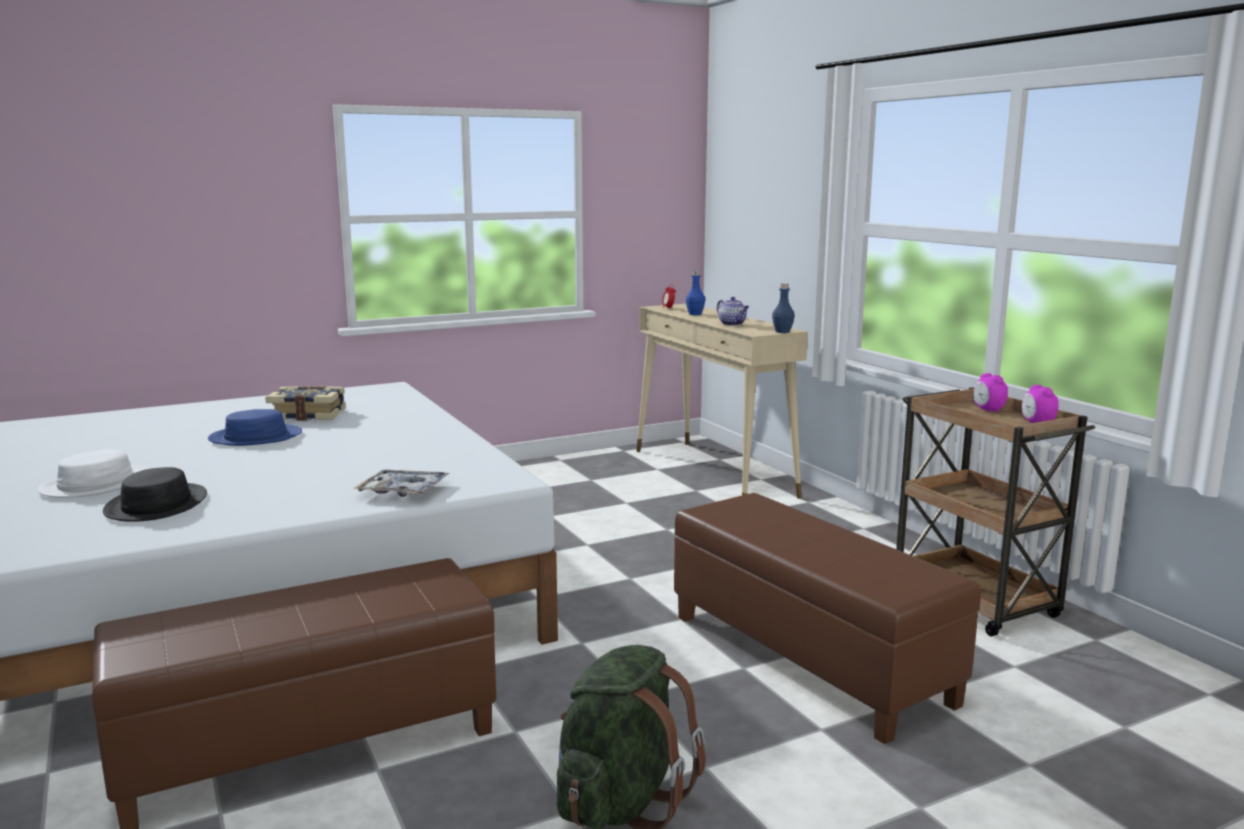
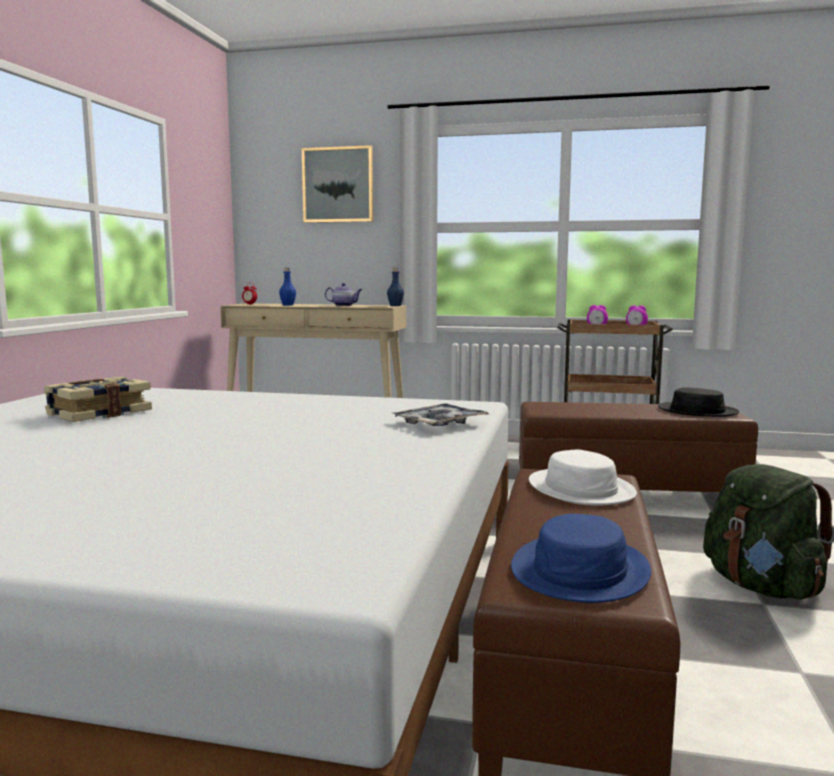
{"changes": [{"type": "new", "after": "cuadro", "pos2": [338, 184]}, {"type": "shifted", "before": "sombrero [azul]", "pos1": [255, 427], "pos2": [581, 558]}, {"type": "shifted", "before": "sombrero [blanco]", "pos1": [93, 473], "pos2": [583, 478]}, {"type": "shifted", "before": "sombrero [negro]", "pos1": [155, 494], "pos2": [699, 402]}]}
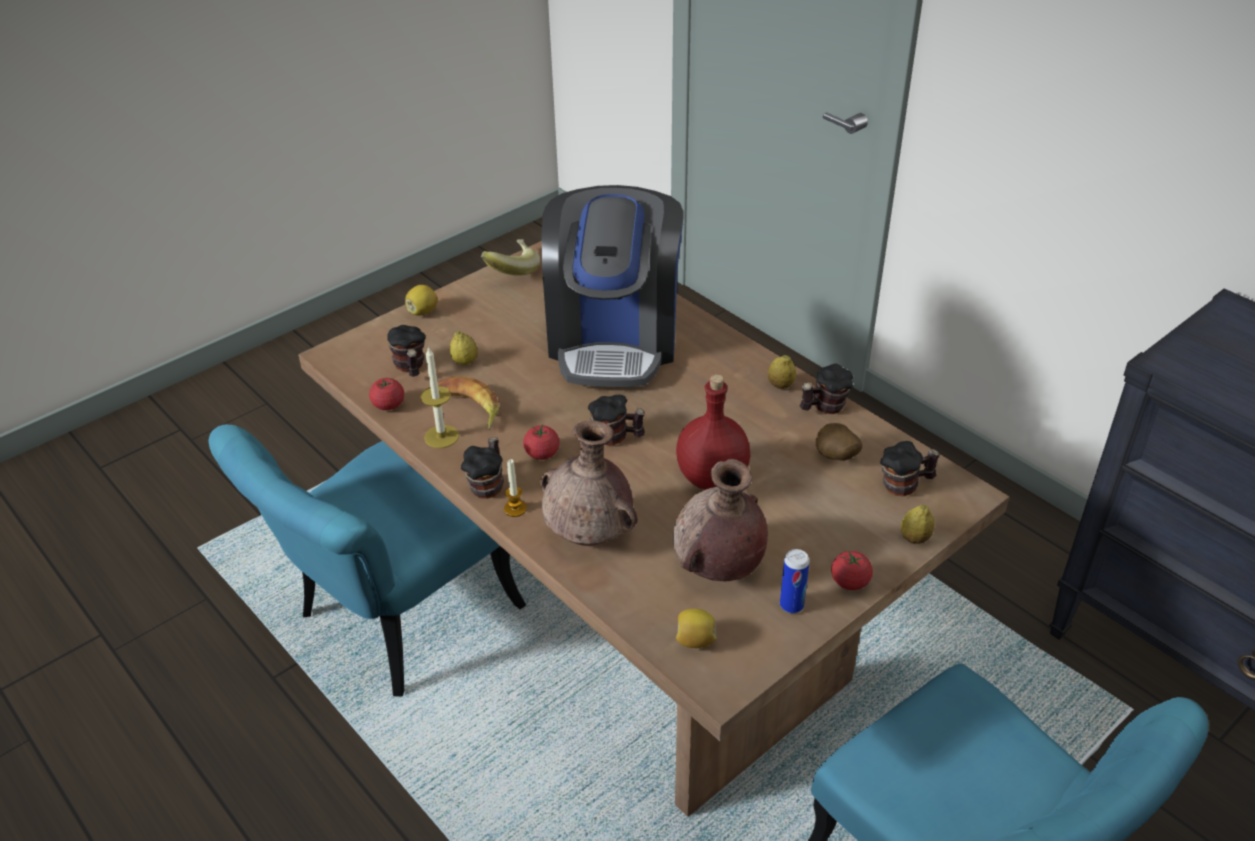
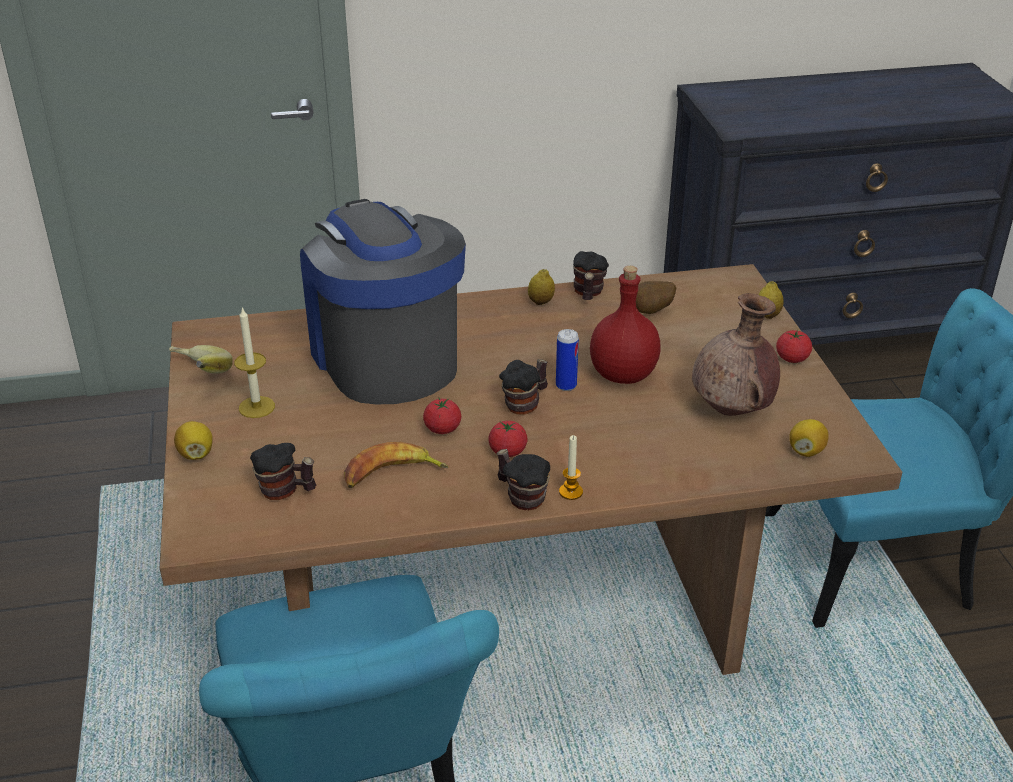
{"changes": [{"type": "shifted", "before": "vela", "pos1": [439, 397], "pos2": [254, 362]}, {"type": "rotated", "before": "cafetera", "pos1": [612, 286], "pos2": [383, 301], "turn": -150}, {"type": "shifted", "before": "tomate", "pos1": [386, 394], "pos2": [442, 416]}, {"type": "shifted", "before": "lata", "pos1": [795, 581], "pos2": [567, 360]}, {"type": "gone", "before": "limón", "pos1": [464, 348]}, {"type": "gone", "before": "florero [marrón]", "pos1": [589, 483]}, {"type": "gone", "before": "taza grande", "pos1": [910, 468]}]}
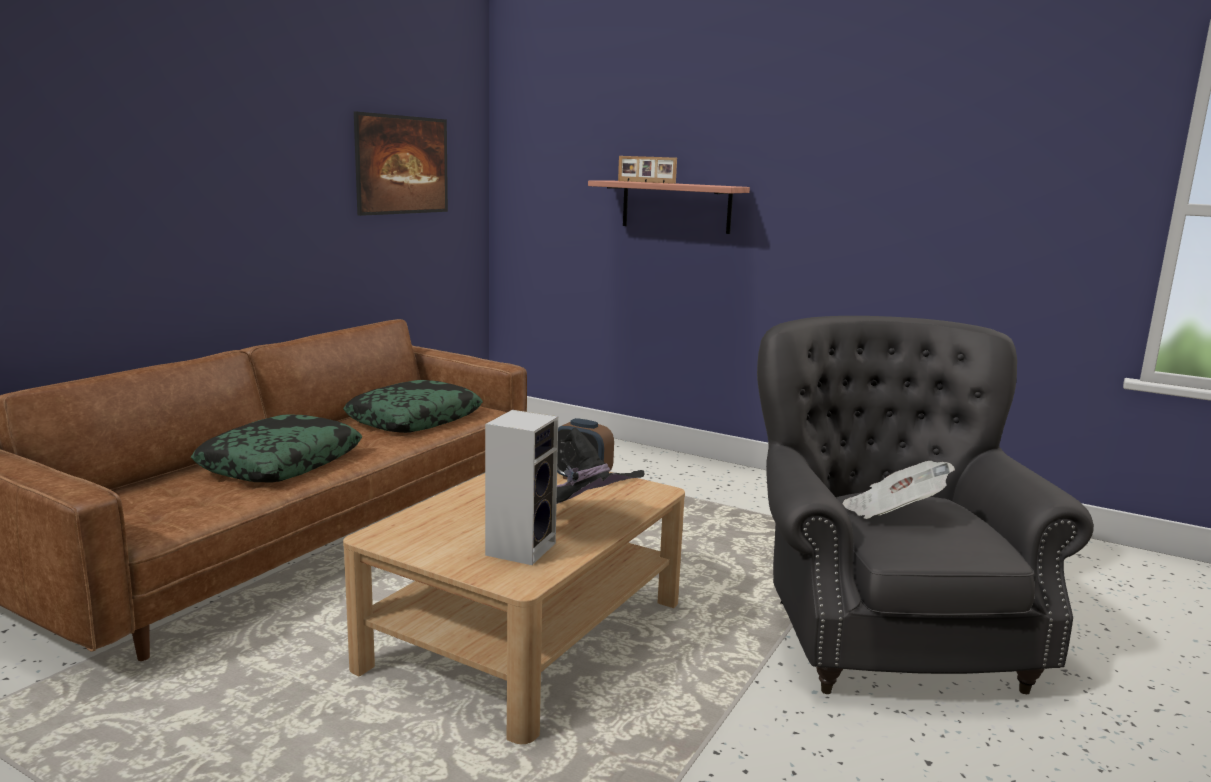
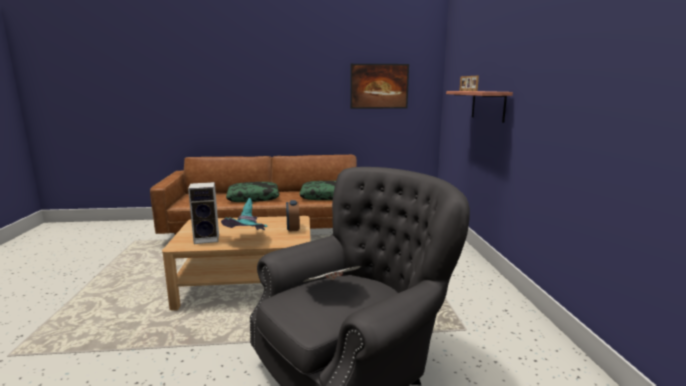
{"changes": [{"type": "repainted", "before": "sombrero [negro]", "after": "sombrero [turquesa]", "pos1": [600, 466], "pos2": [244, 214]}]}
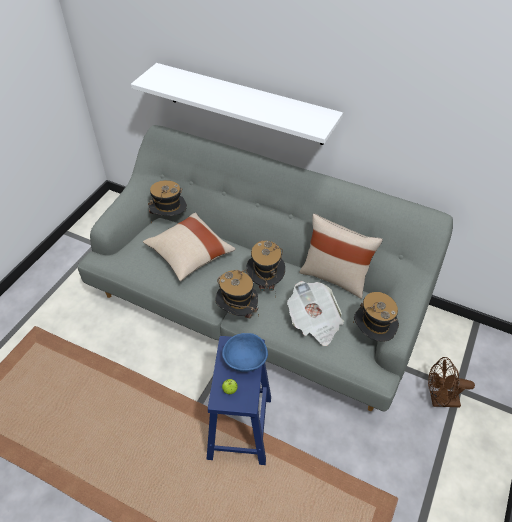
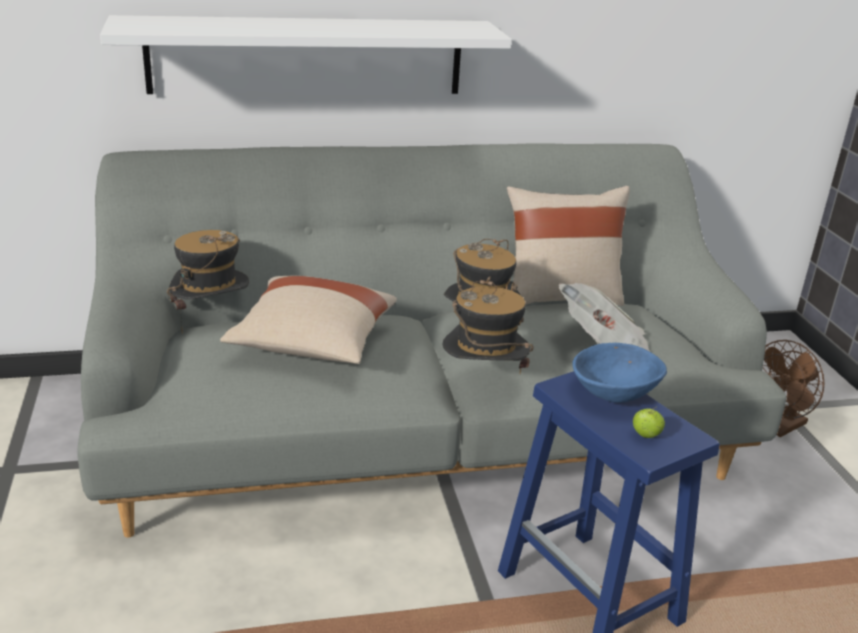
{"changes": [{"type": "gone", "before": "sombrero", "pos1": [376, 317]}]}
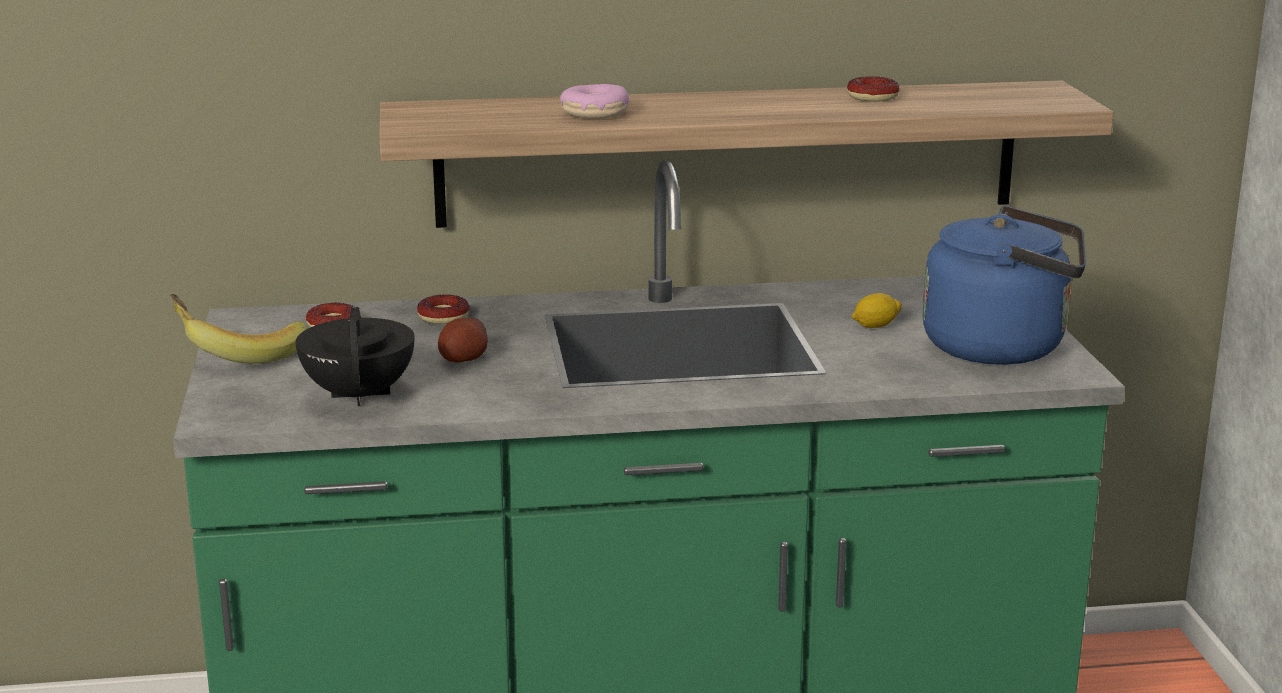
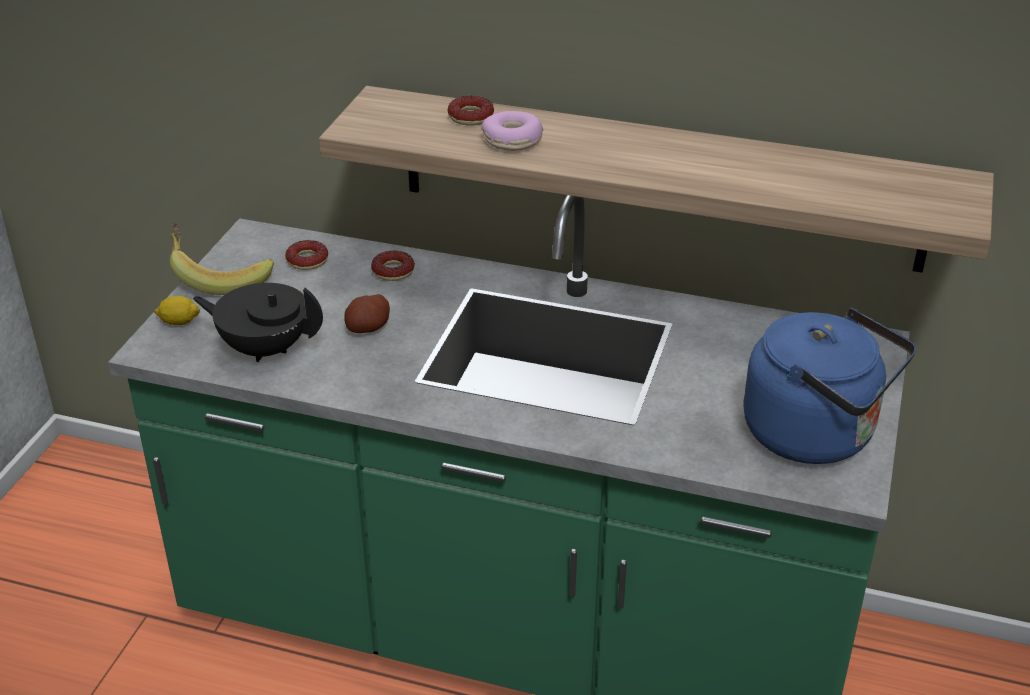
{"changes": [{"type": "shifted", "before": "limón", "pos1": [876, 310], "pos2": [177, 310]}, {"type": "rotated", "before": "tetera [negro]", "pos1": [355, 356], "pos2": [257, 322], "turn": -90}, {"type": "shifted", "before": "rosquilla", "pos1": [873, 88], "pos2": [471, 111]}]}
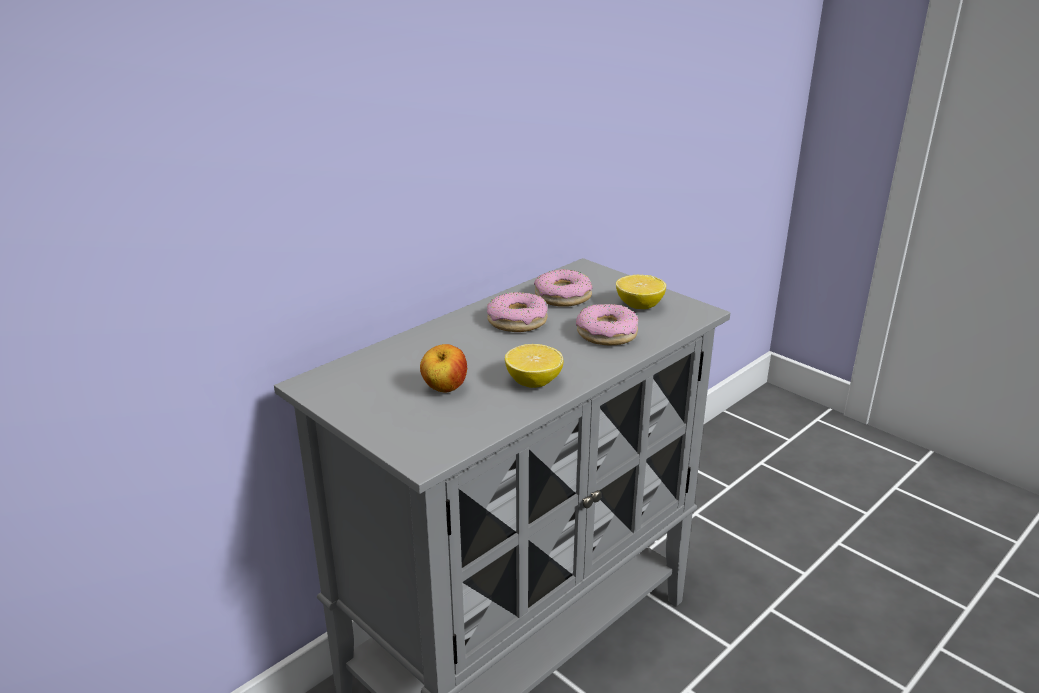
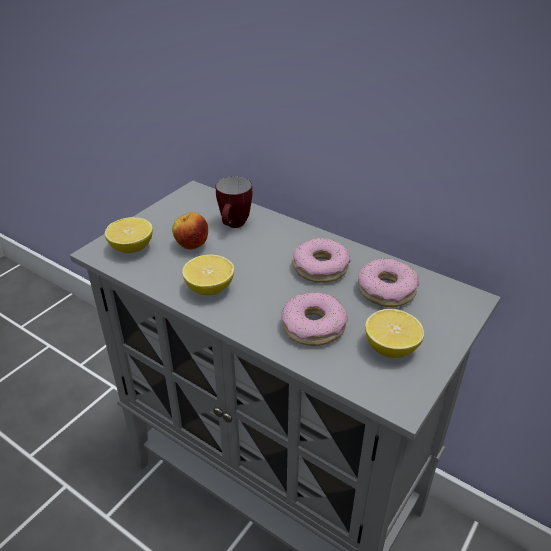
{"changes": [{"type": "new", "after": "limón", "pos2": [129, 235]}, {"type": "new", "after": "taza grande", "pos2": [234, 202]}]}
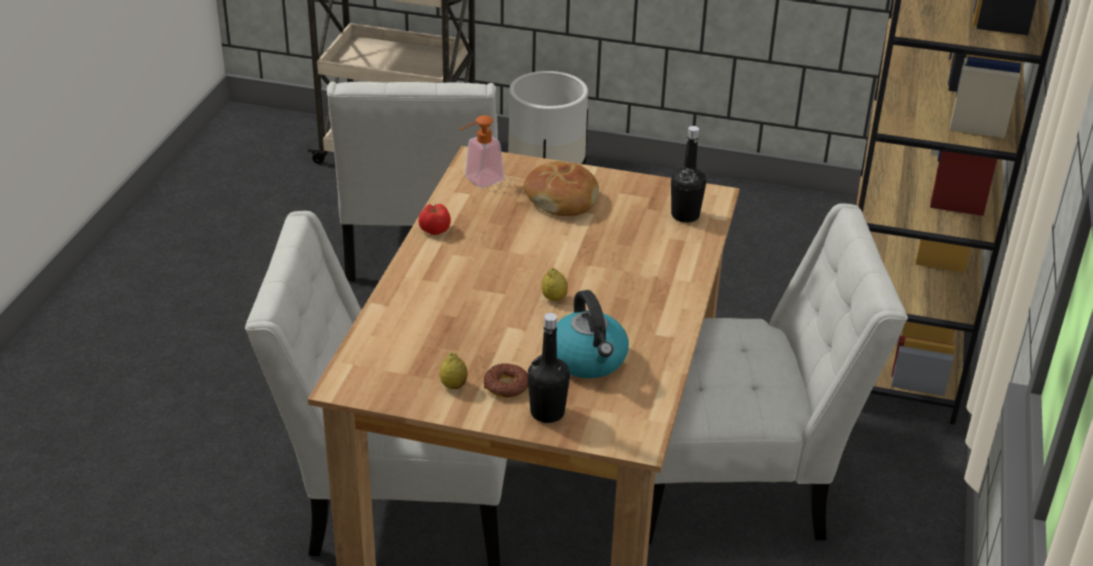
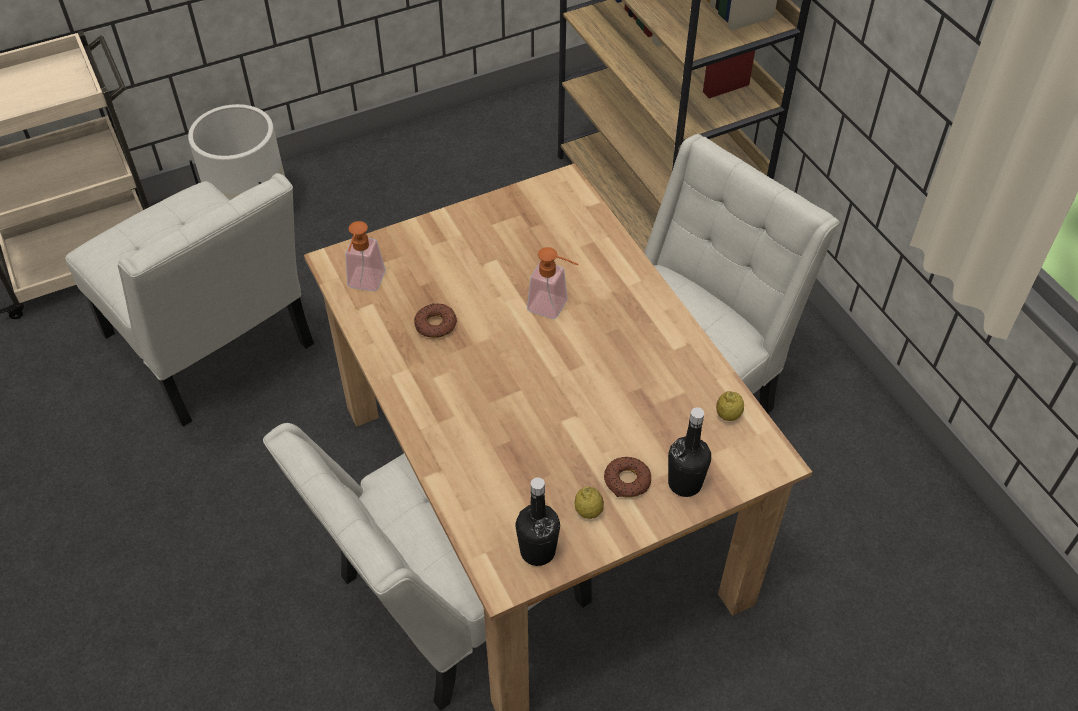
{"changes": [{"type": "new", "after": "rosquilla", "pos2": [435, 320]}, {"type": "shifted", "before": "botella [negro]", "pos1": [688, 174], "pos2": [538, 521]}, {"type": "new", "after": "dispensador de jabón", "pos2": [552, 283]}, {"type": "shifted", "before": "limón", "pos1": [555, 284], "pos2": [730, 406]}, {"type": "gone", "before": "tomate", "pos1": [434, 219]}, {"type": "gone", "before": "pan", "pos1": [561, 188]}, {"type": "gone", "before": "hervidor", "pos1": [592, 334]}]}
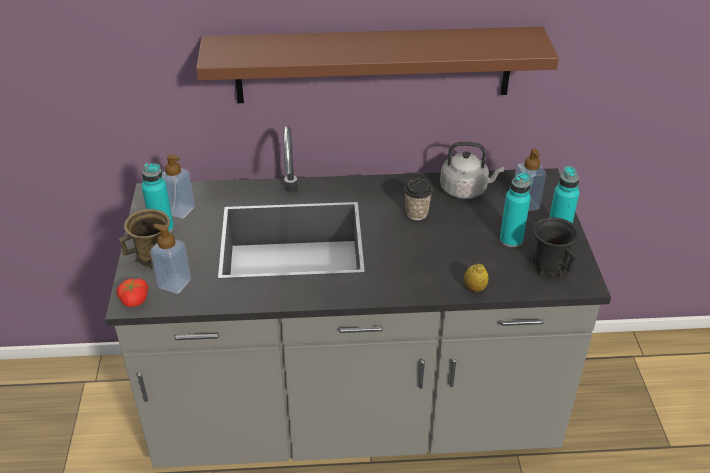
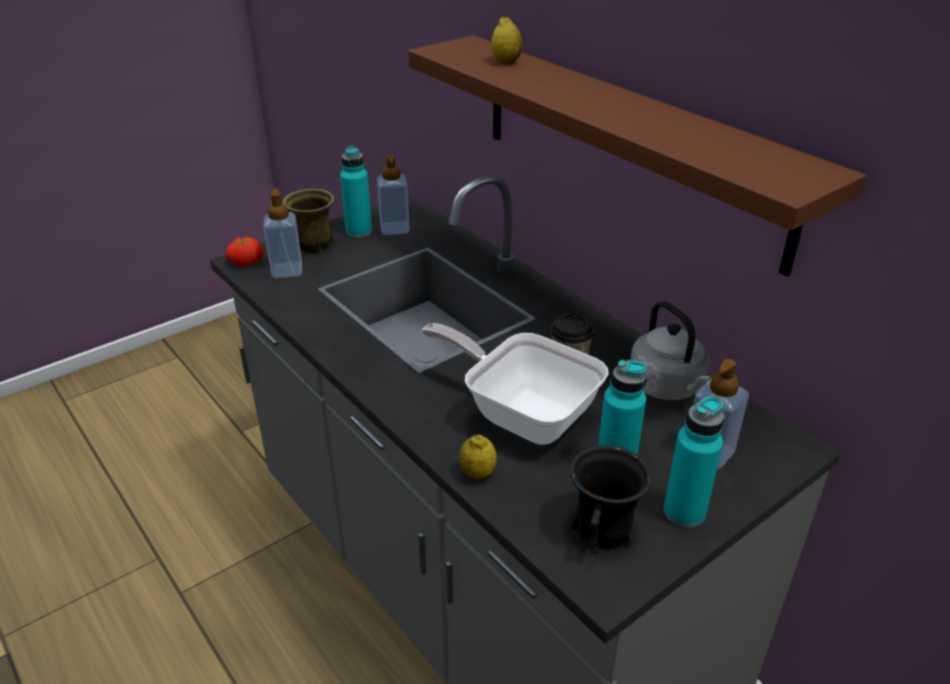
{"changes": [{"type": "new", "after": "sartén", "pos2": [515, 384]}, {"type": "new", "after": "limón", "pos2": [507, 40]}]}
